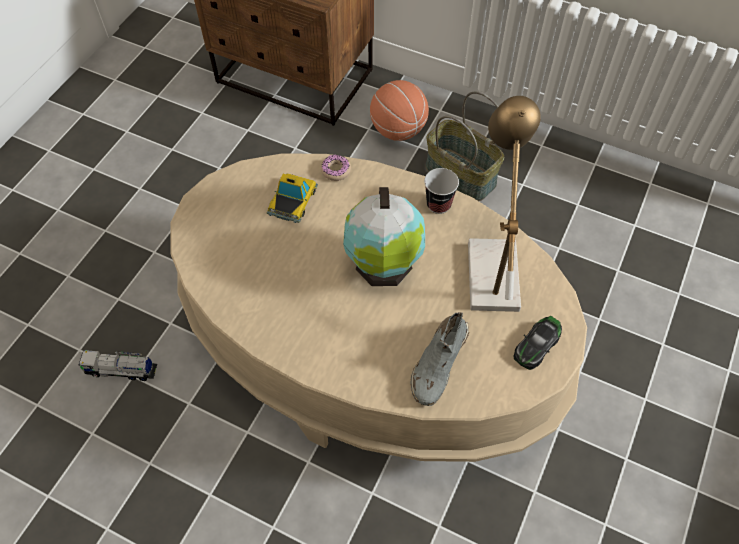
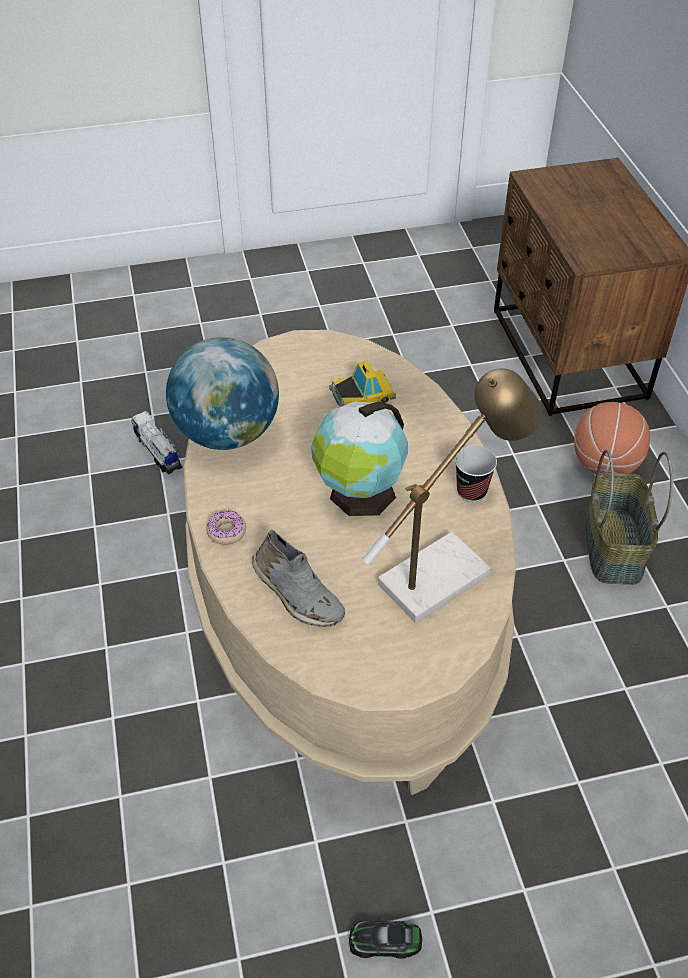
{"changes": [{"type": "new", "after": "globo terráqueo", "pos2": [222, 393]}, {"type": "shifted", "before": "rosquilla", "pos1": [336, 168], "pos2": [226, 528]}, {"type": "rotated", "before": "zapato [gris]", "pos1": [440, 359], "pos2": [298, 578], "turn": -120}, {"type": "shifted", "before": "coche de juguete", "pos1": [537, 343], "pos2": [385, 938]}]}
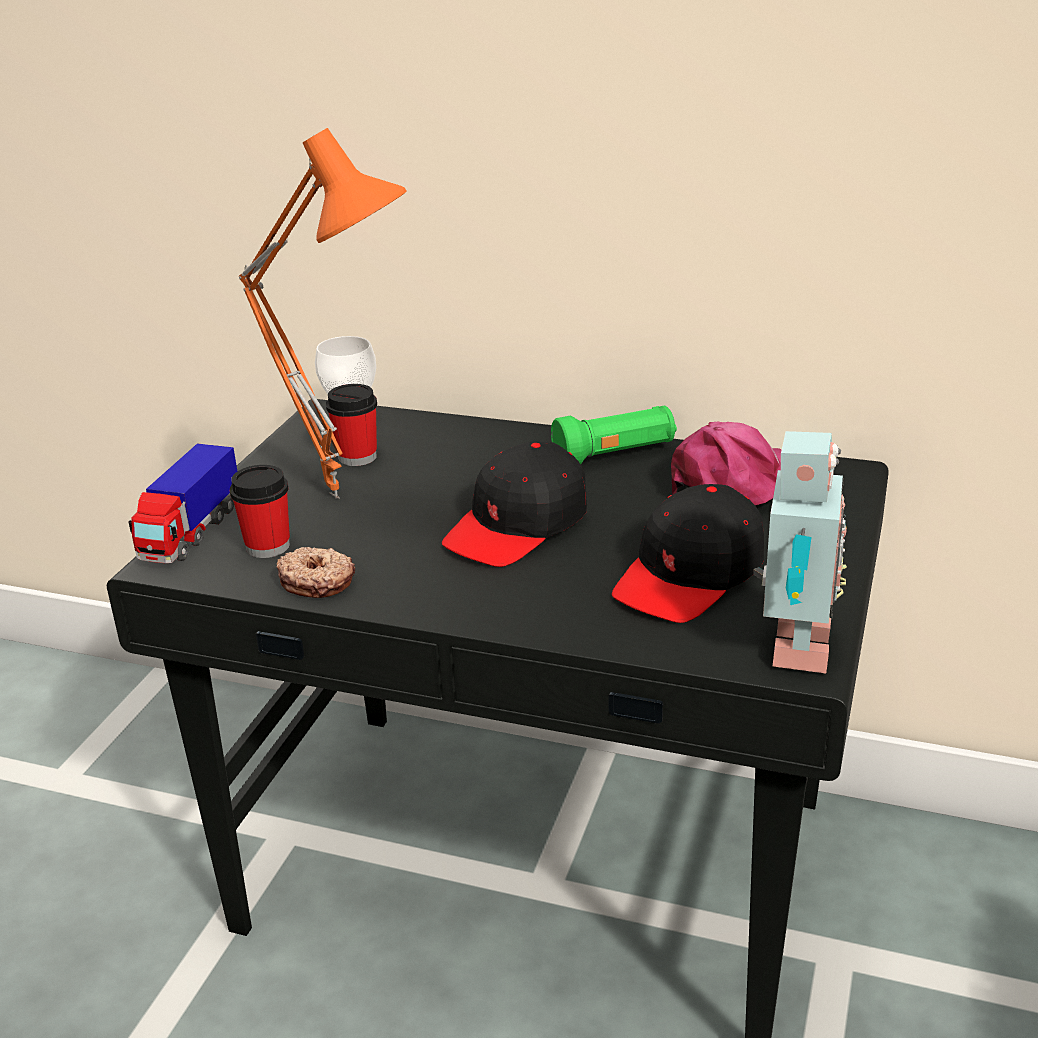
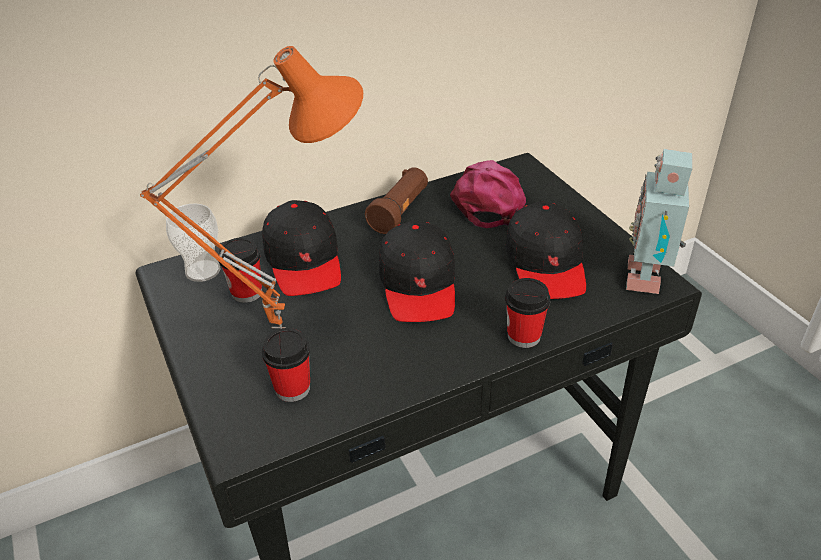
{"changes": [{"type": "new", "after": "gorra [negro]", "pos2": [301, 248]}, {"type": "repainted", "before": "linterna [verde]", "after": "linterna [marrón]", "pos1": [614, 435], "pos2": [396, 200]}, {"type": "new", "after": "taza", "pos2": [527, 313]}, {"type": "rotated", "before": "robot de juguete", "pos1": [800, 552], "pos2": [659, 221], "turn": -135}, {"type": "gone", "before": "camión de juguete", "pos1": [182, 503]}, {"type": "gone", "before": "rosquilla", "pos1": [316, 572]}]}
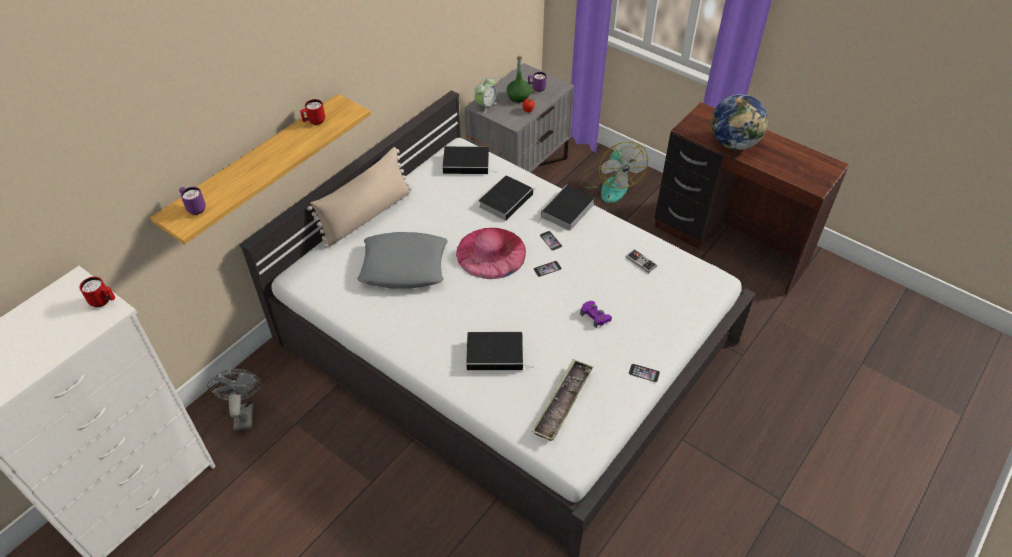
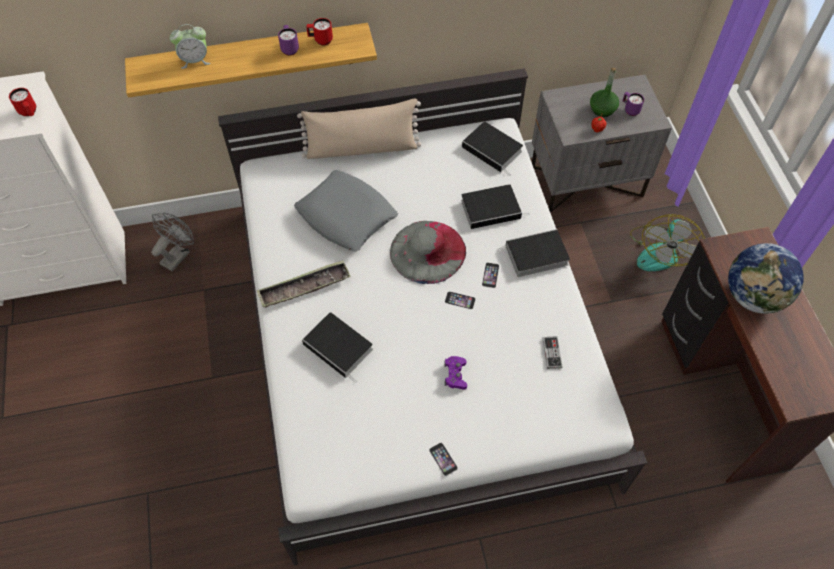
{"changes": [{"type": "shifted", "before": "despertador", "pos1": [486, 95], "pos2": [190, 46]}, {"type": "shifted", "before": "bandeja", "pos1": [562, 400], "pos2": [304, 283]}, {"type": "shifted", "before": "taza grande [morado]", "pos1": [192, 201], "pos2": [288, 40]}, {"type": "repainted", "before": "sombrero [rosa]", "after": "sombrero [gris]", "pos1": [491, 253], "pos2": [428, 252]}]}
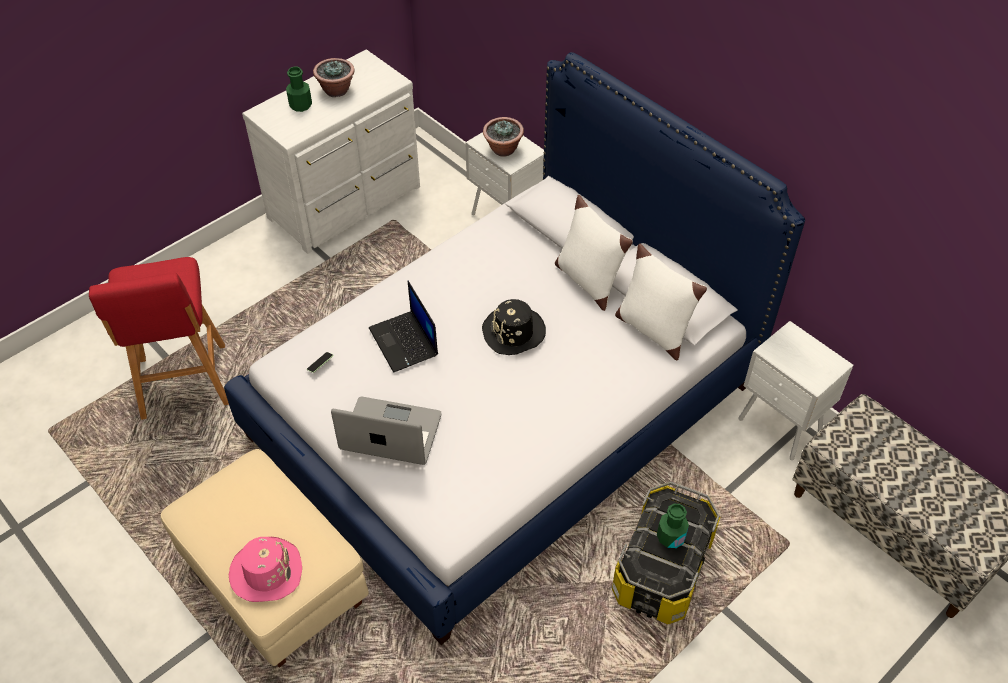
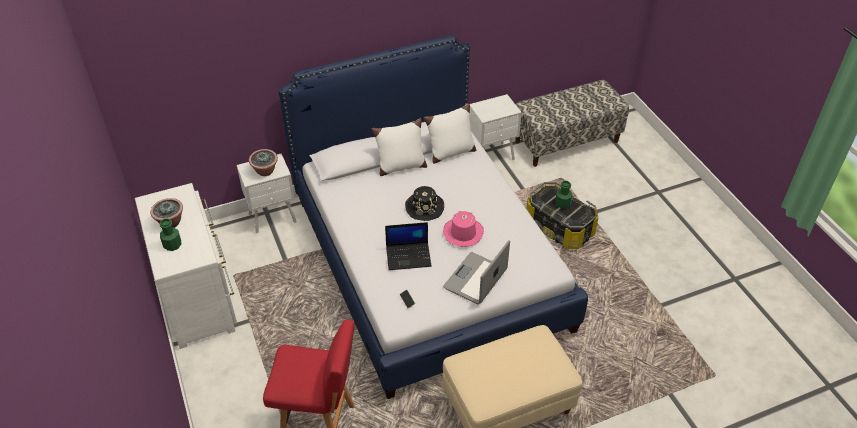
{"changes": [{"type": "shifted", "before": "sombrero [rosa]", "pos1": [265, 569], "pos2": [463, 229]}]}
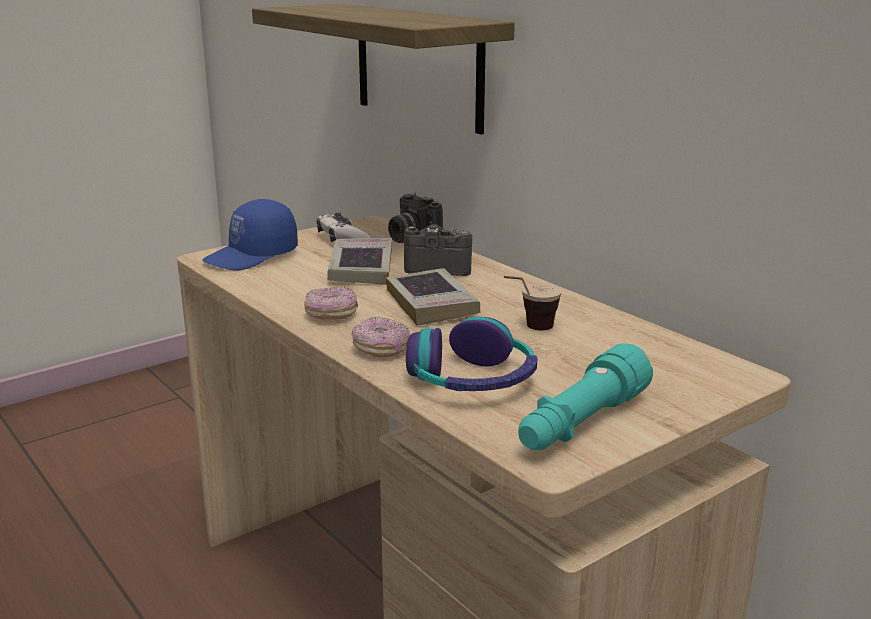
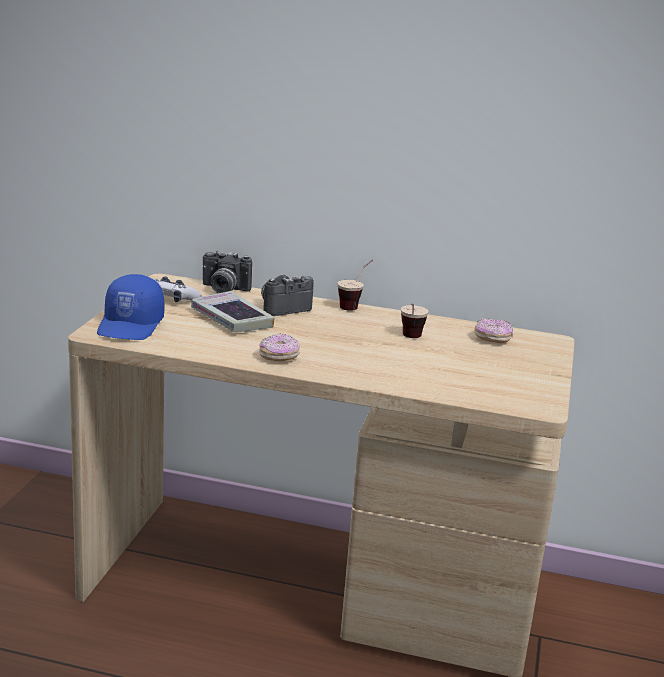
{"changes": [{"type": "new", "after": "taza", "pos2": [355, 285]}, {"type": "shifted", "before": "rosquilla", "pos1": [380, 337], "pos2": [493, 330]}, {"type": "gone", "before": "estante", "pos1": [383, 69]}, {"type": "gone", "before": "libro", "pos1": [433, 297]}, {"type": "gone", "before": "auriculares", "pos1": [472, 354]}, {"type": "gone", "before": "linterna [turquesa]", "pos1": [585, 396]}]}
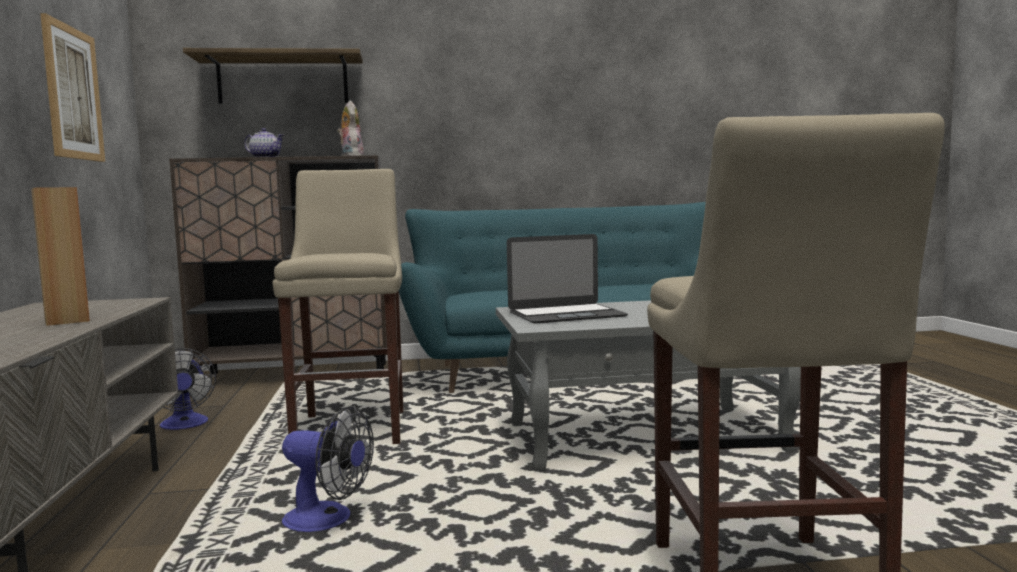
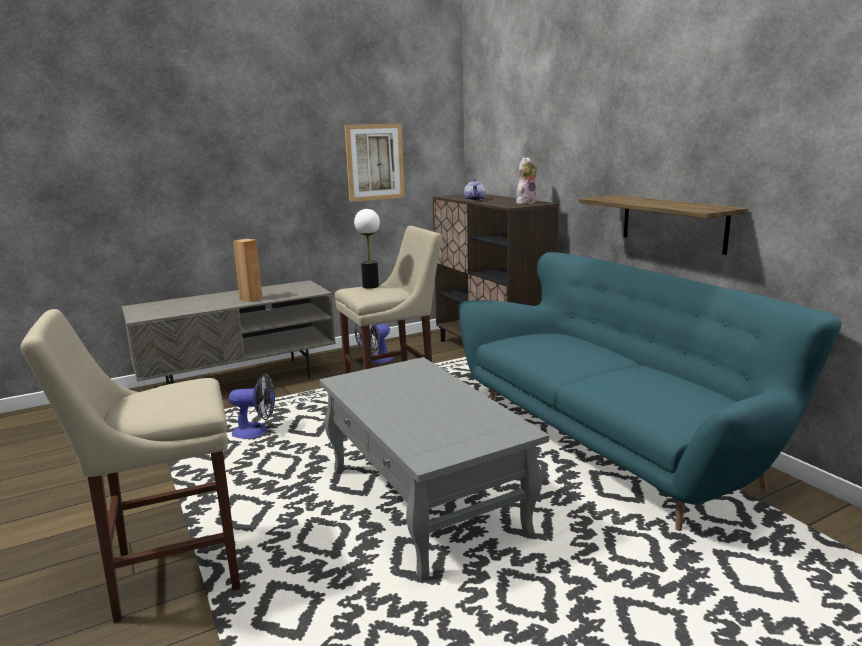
{"changes": [{"type": "rotated", "before": "ventilador", "pos1": [328, 469], "pos2": [252, 406], "turn": -90}, {"type": "new", "after": "lámpara de mesa", "pos2": [367, 249]}, {"type": "shifted", "before": "estante", "pos1": [273, 76], "pos2": [663, 225]}, {"type": "gone", "before": "portátil", "pos1": [567, 278]}]}
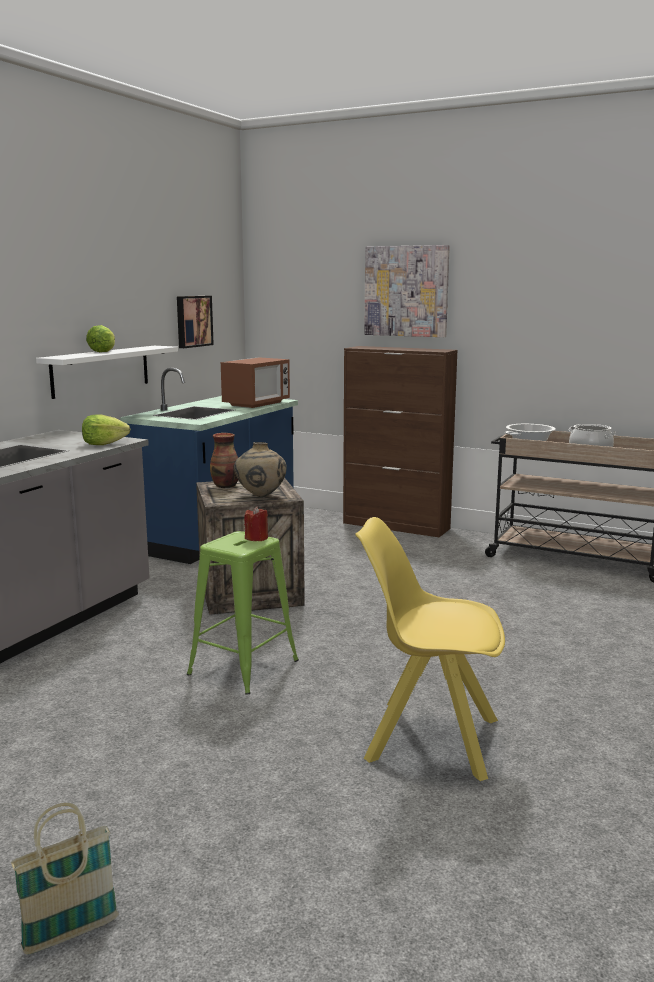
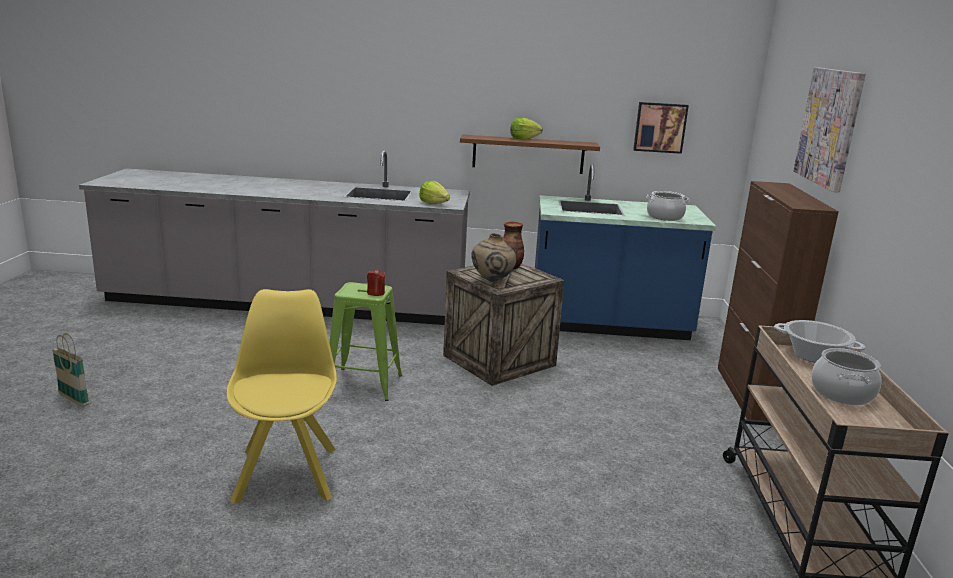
{"changes": [{"type": "repainted", "before": "estante [blanco]", "after": "estante [marrón]", "pos1": [107, 372], "pos2": [530, 154]}, {"type": "swapped", "before": "microondas", "after": "olla", "pos1": [255, 382], "pos2": [668, 206]}]}
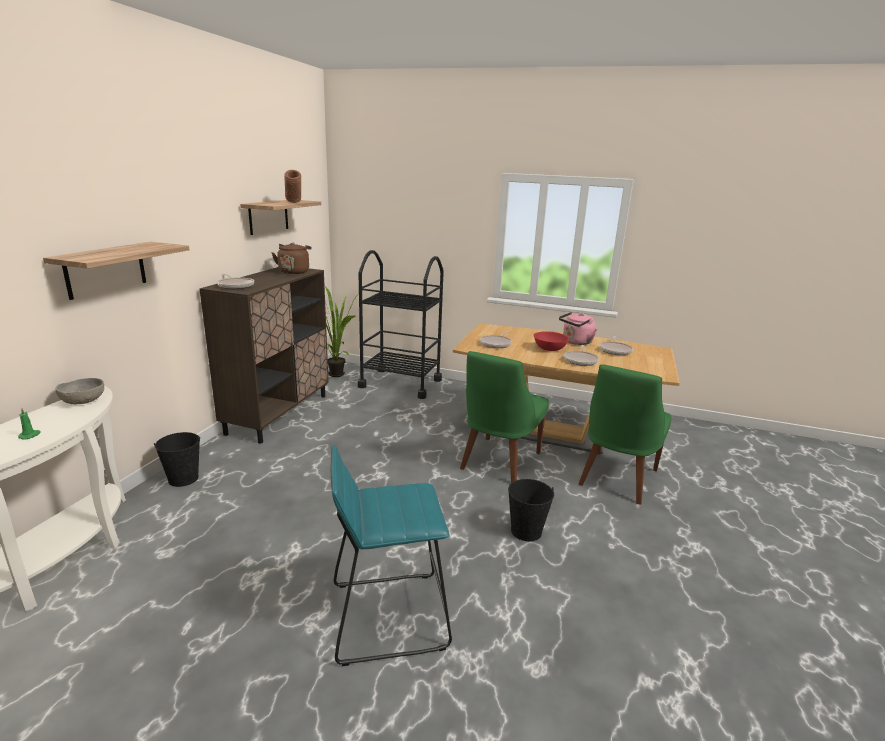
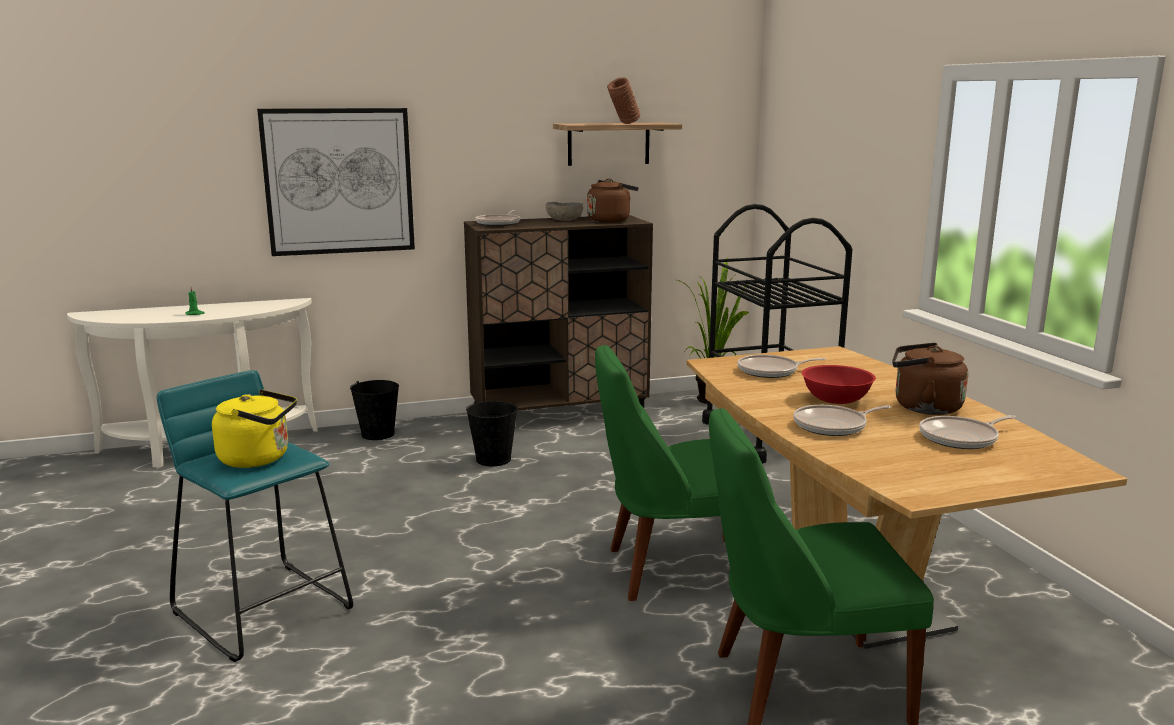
{"changes": [{"type": "new", "after": "hervidor [amarillo]", "pos2": [254, 428]}, {"type": "swapped", "before": "estante", "after": "cuadro", "pos1": [116, 271], "pos2": [336, 182]}, {"type": "shifted", "before": "cubo [negro]", "pos1": [531, 510], "pos2": [492, 433]}, {"type": "shifted", "before": "cuenco [gris]", "pos1": [80, 391], "pos2": [564, 211]}, {"type": "repainted", "before": "hervidor [rosa]", "after": "hervidor [marrón]", "pos1": [578, 328], "pos2": [930, 379]}]}
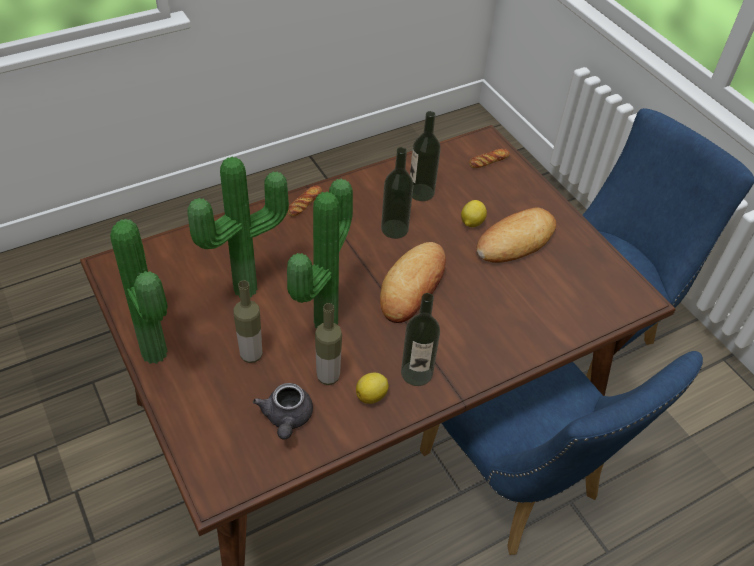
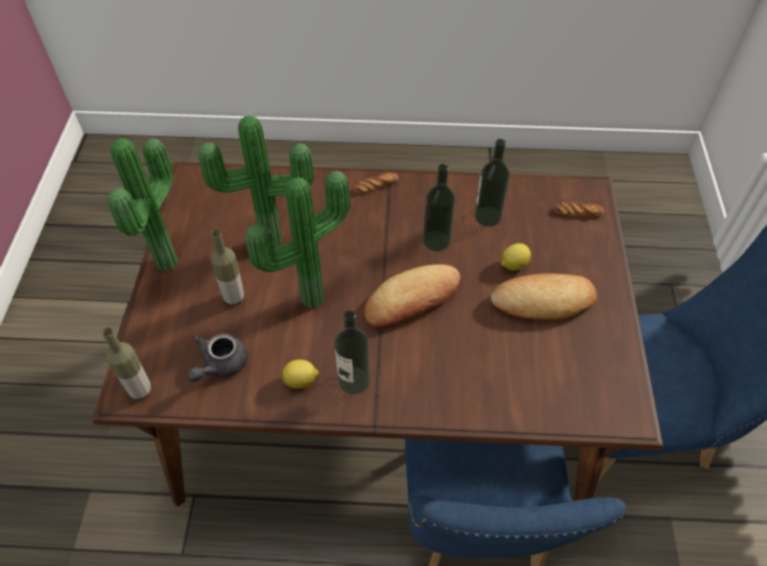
{"changes": [{"type": "shifted", "before": "botella", "pos1": [328, 344], "pos2": [126, 363]}]}
